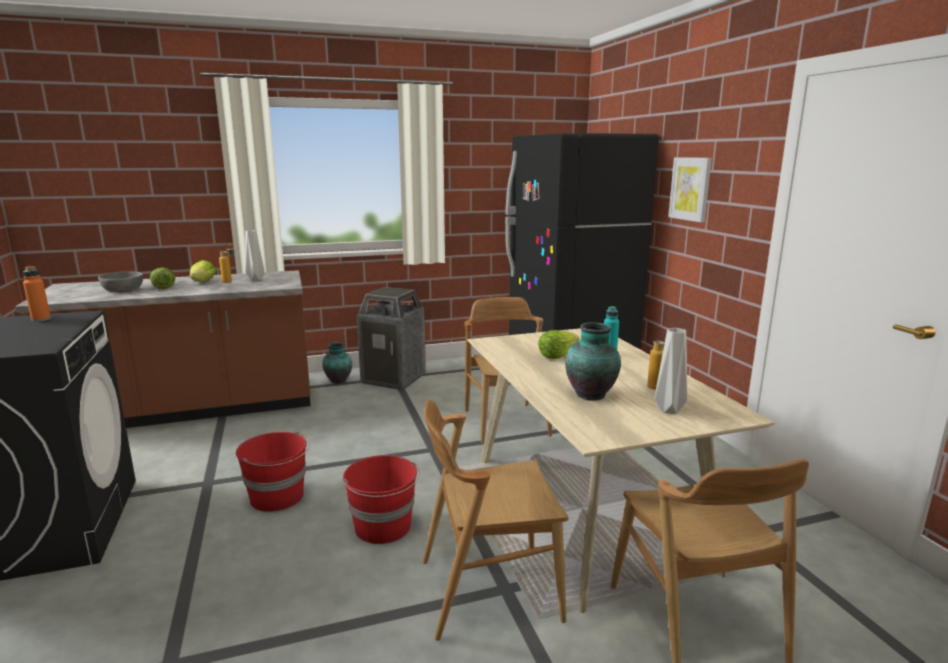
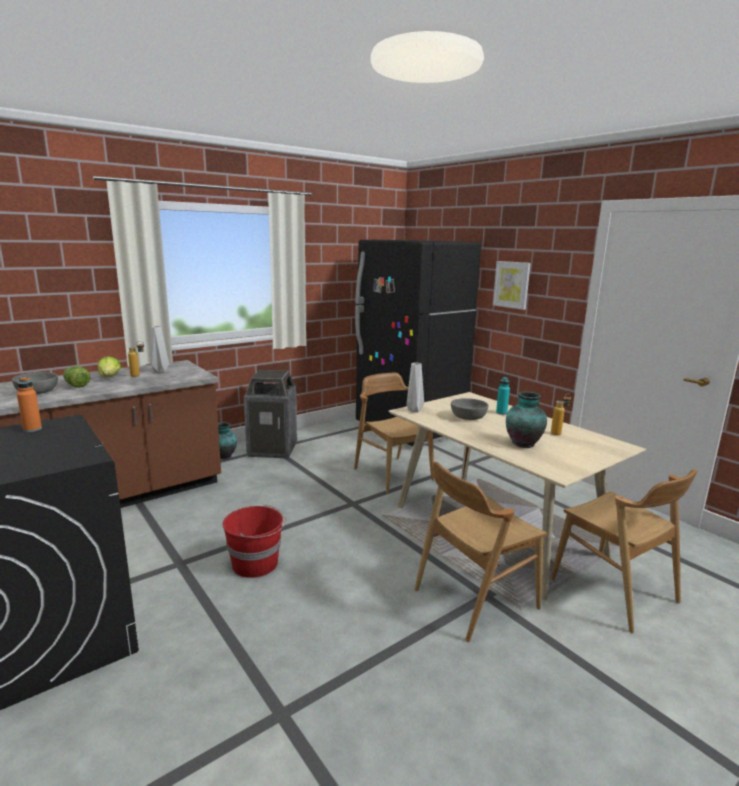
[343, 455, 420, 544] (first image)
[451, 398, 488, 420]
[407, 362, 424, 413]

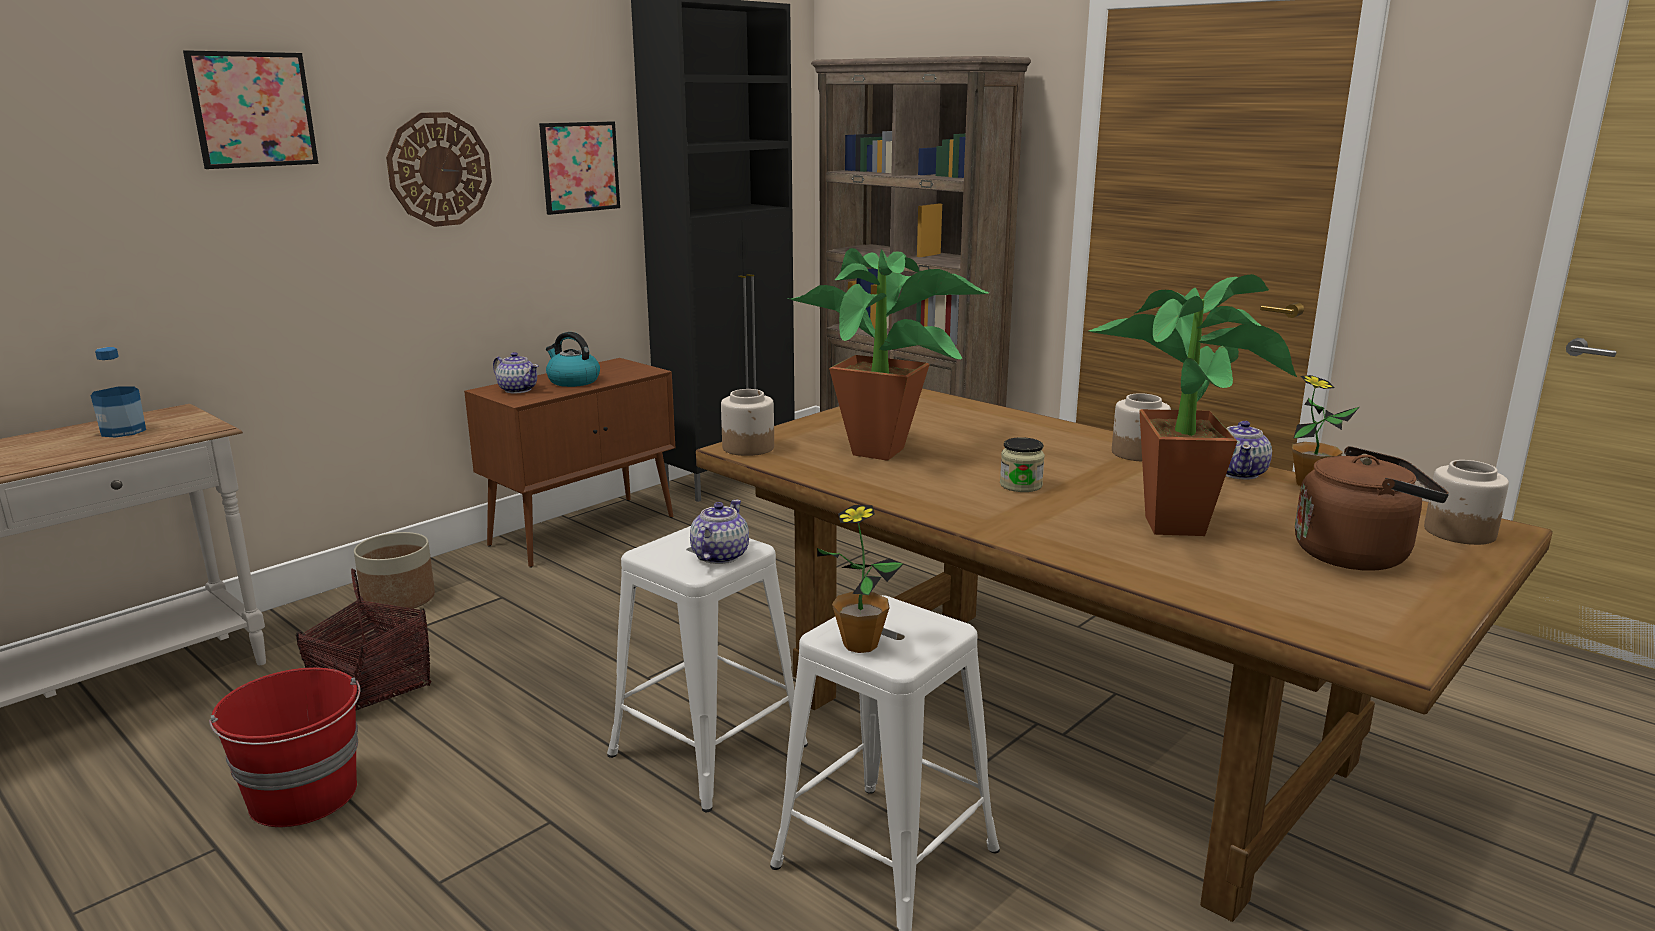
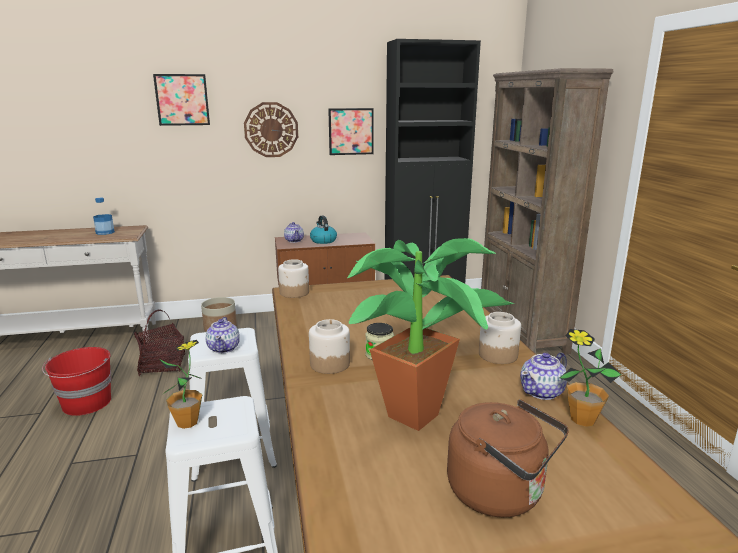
[206, 317, 240, 353]
[788, 248, 989, 461] (first image)
[309, 319, 350, 374]

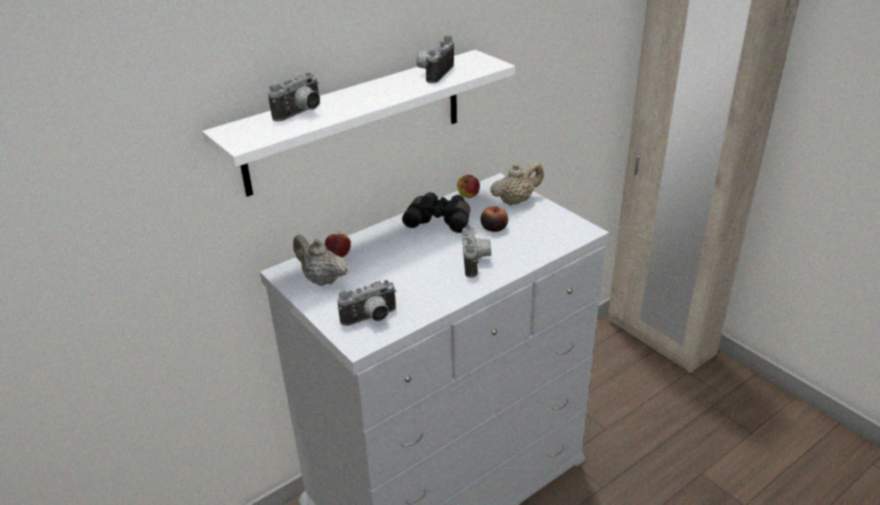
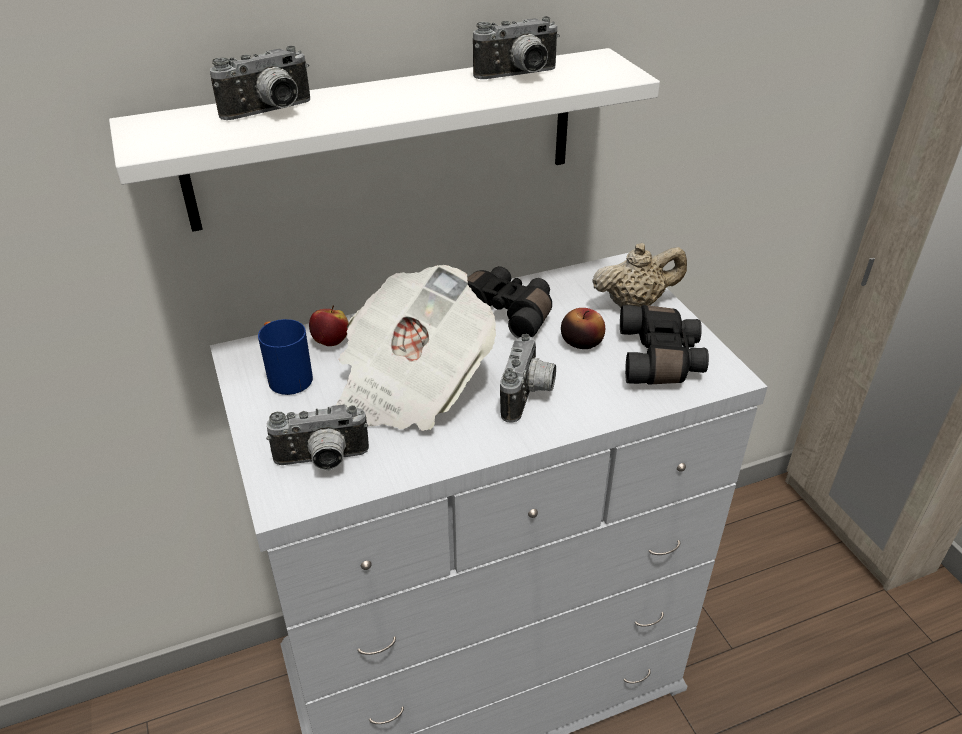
[258, 319, 313, 395]
[473, 16, 560, 79]
[457, 175, 480, 198] (first image)
[337, 265, 496, 431]
[620, 305, 709, 385]

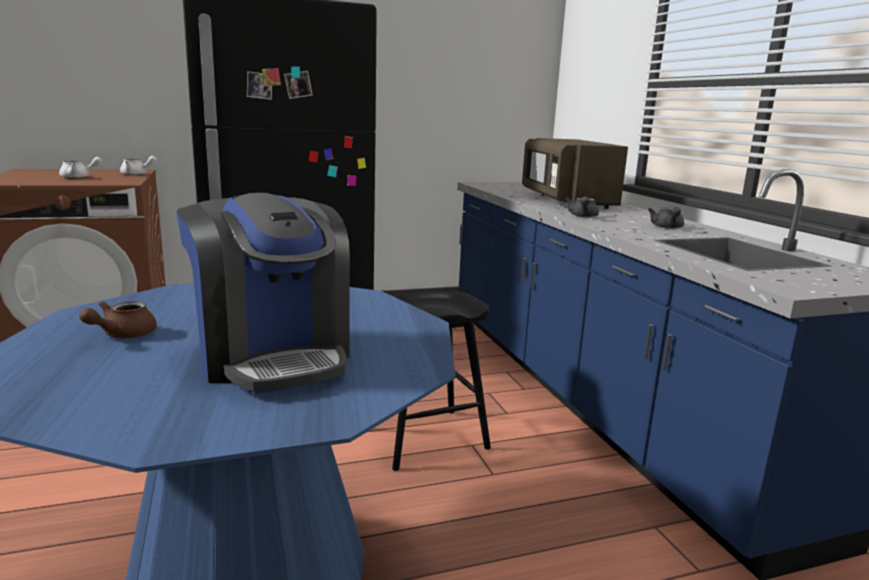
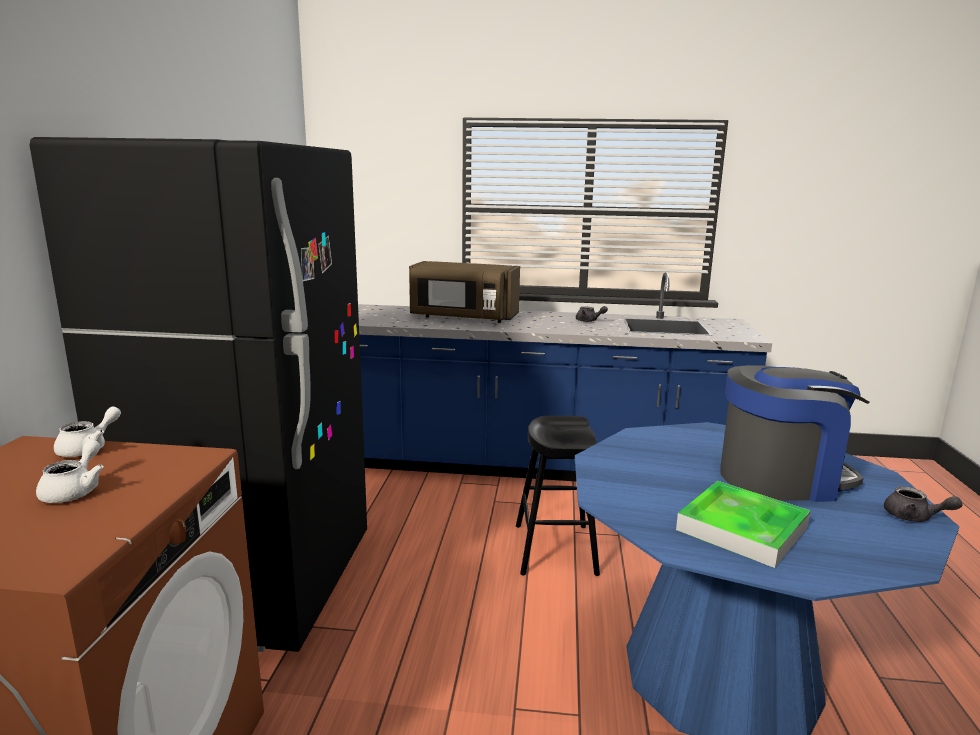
[676, 481, 811, 568]
[884, 487, 963, 522]

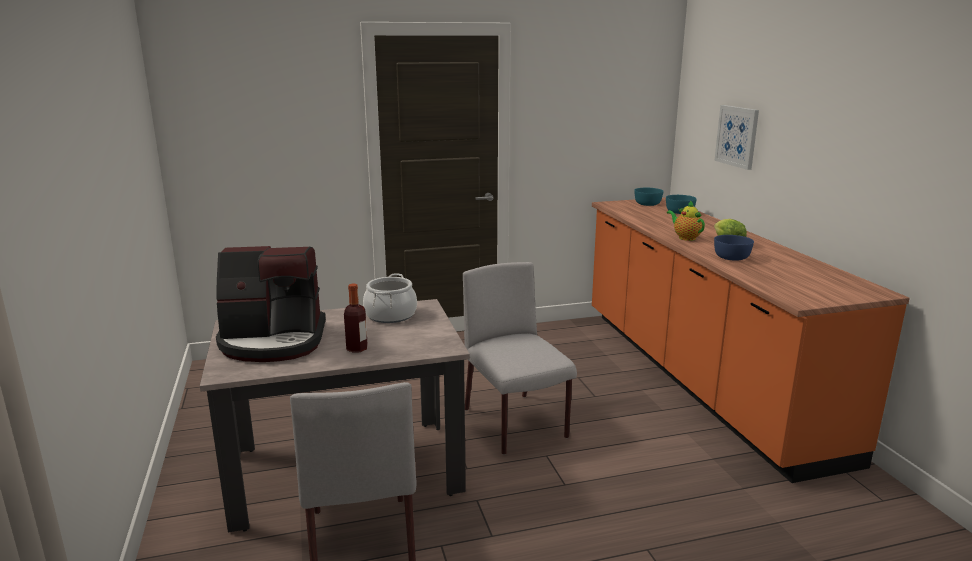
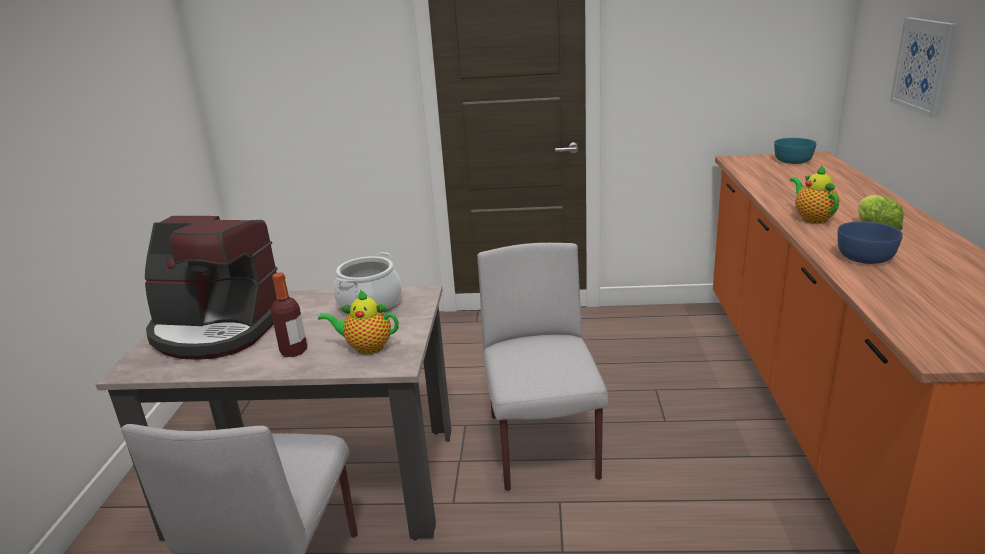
[666, 195, 697, 214] (first image)
[318, 290, 399, 355]

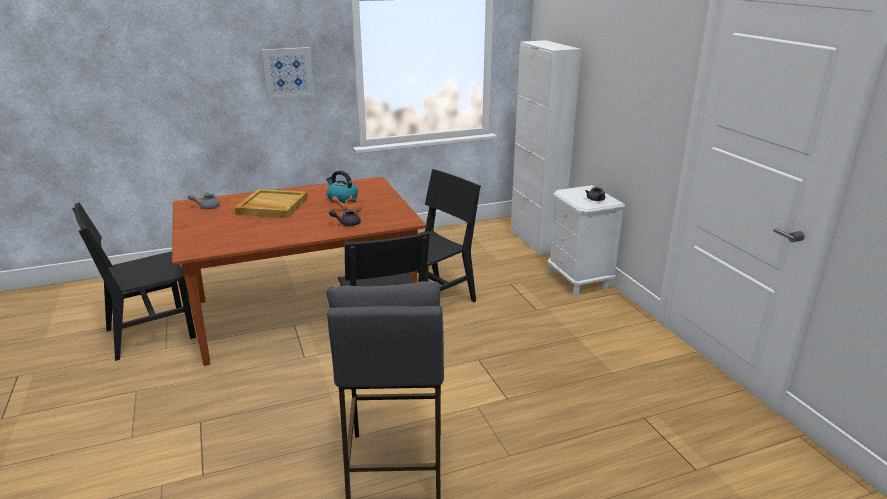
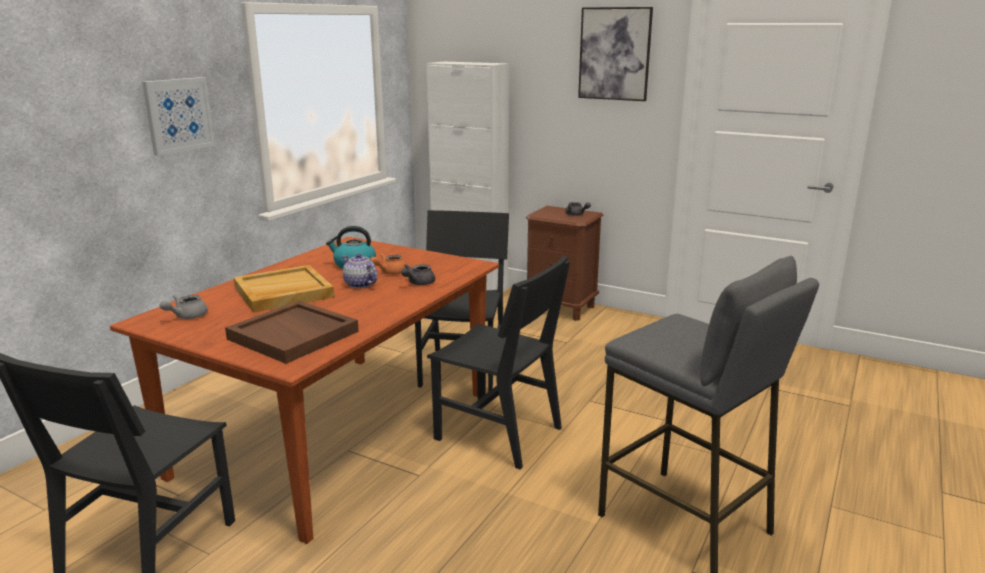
[526, 206, 603, 321]
[225, 301, 359, 364]
[342, 254, 378, 288]
[578, 7, 653, 101]

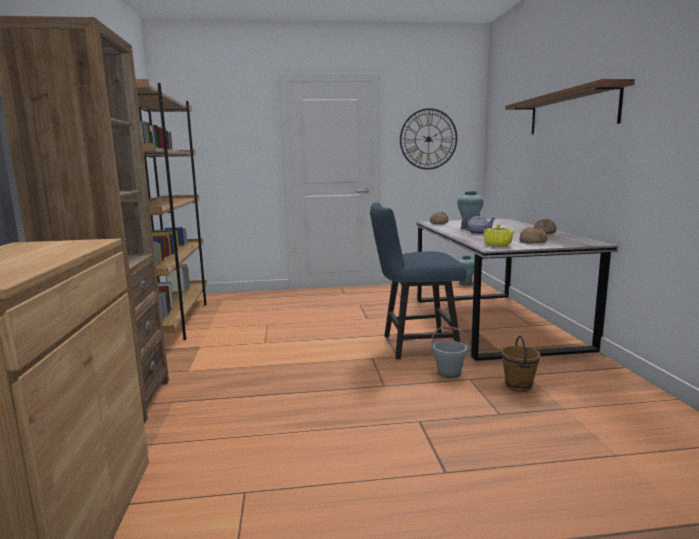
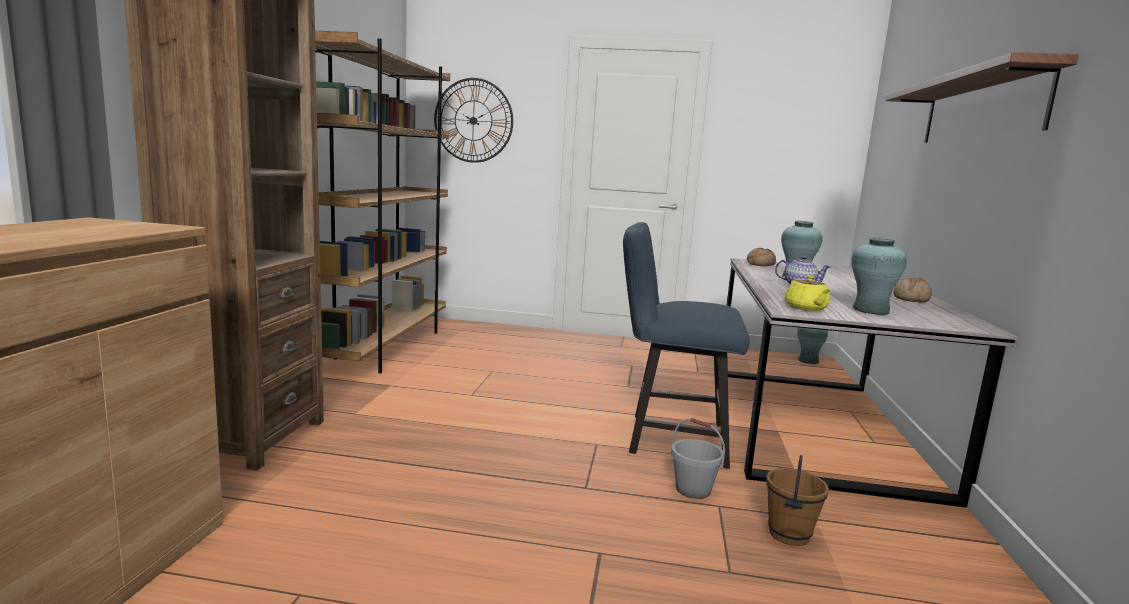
[434, 78, 513, 163]
[851, 238, 907, 315]

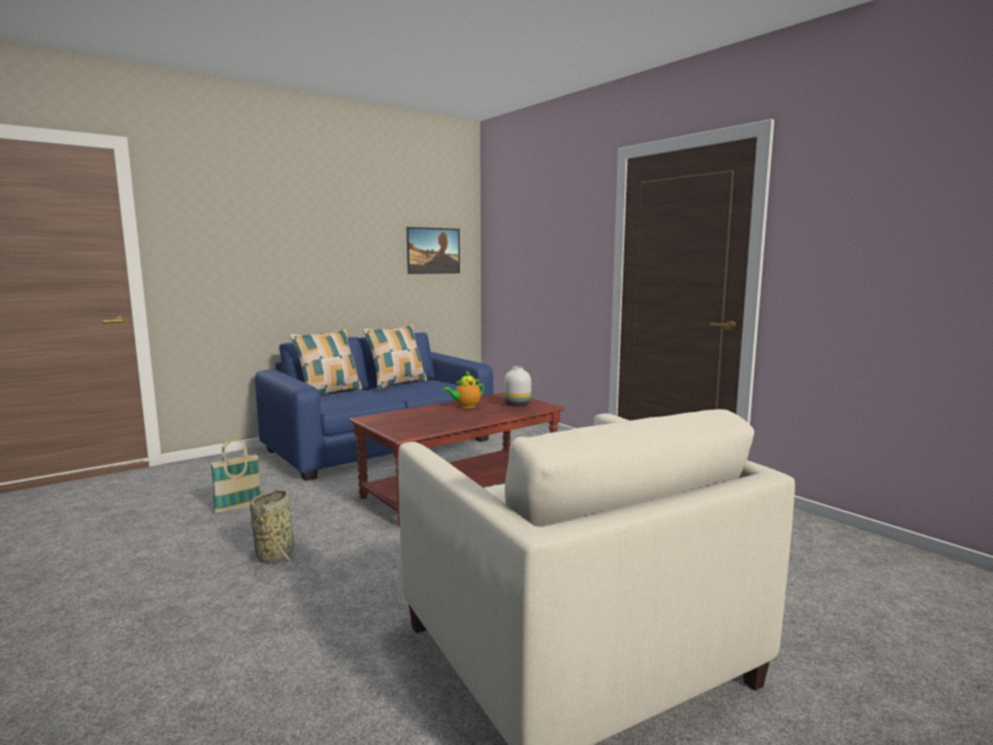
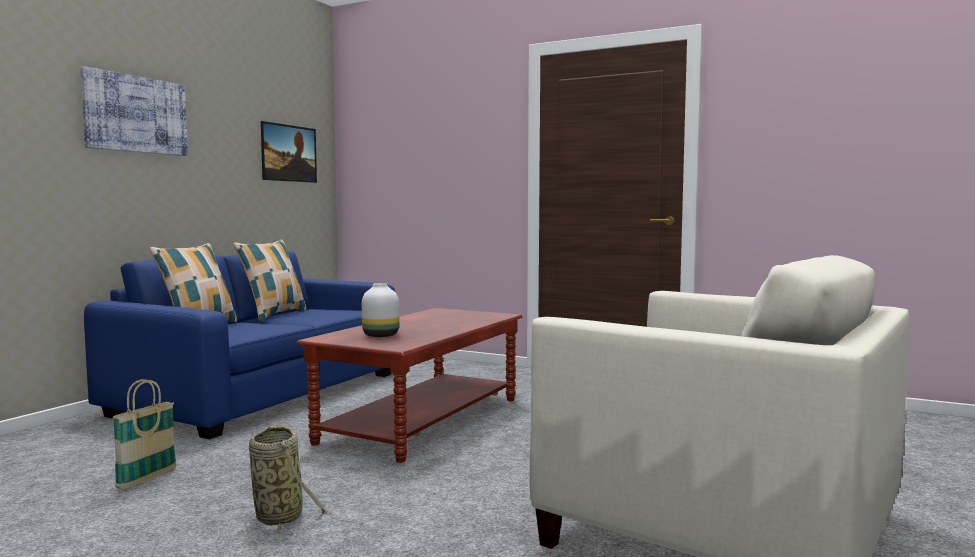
[443, 371, 484, 408] (first image)
[362, 283, 399, 337]
[80, 66, 188, 156]

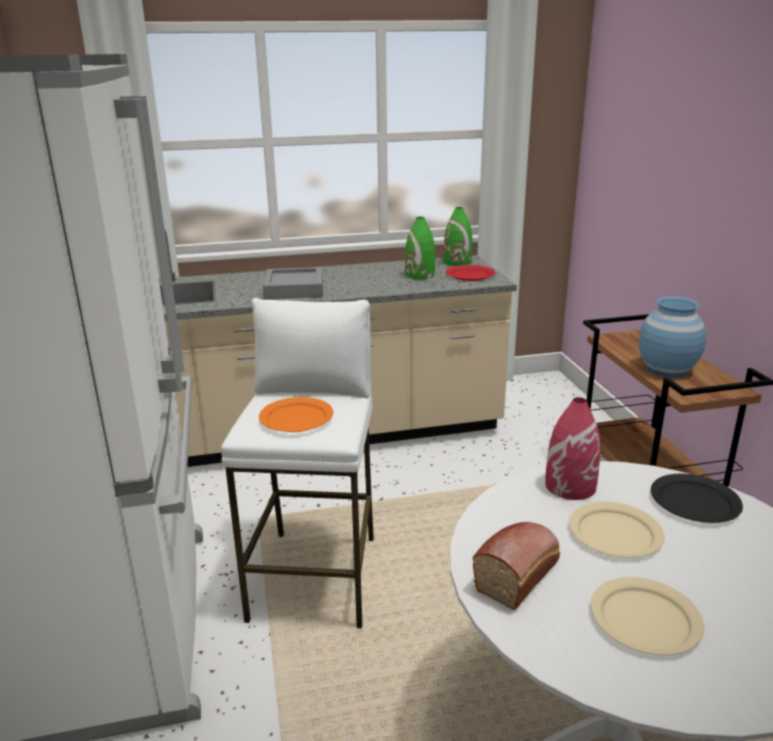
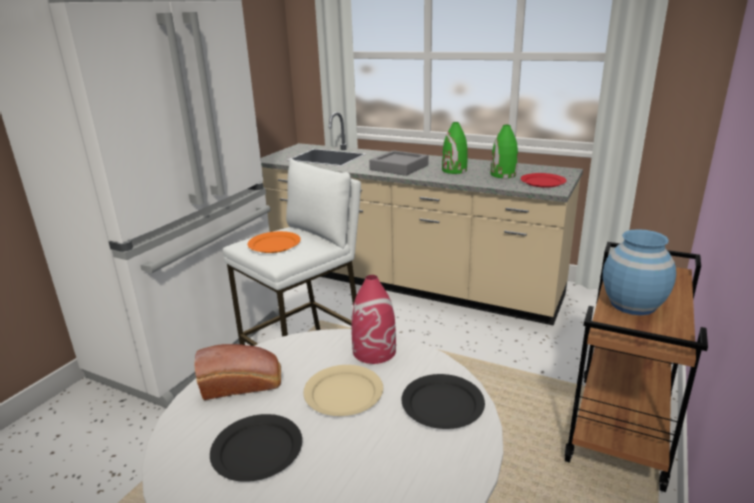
[442, 122, 468, 174]
[210, 414, 302, 482]

